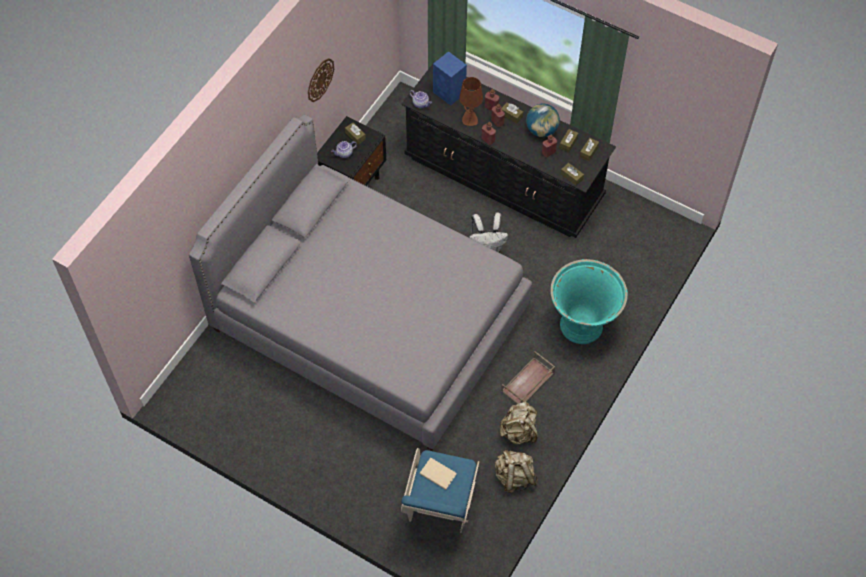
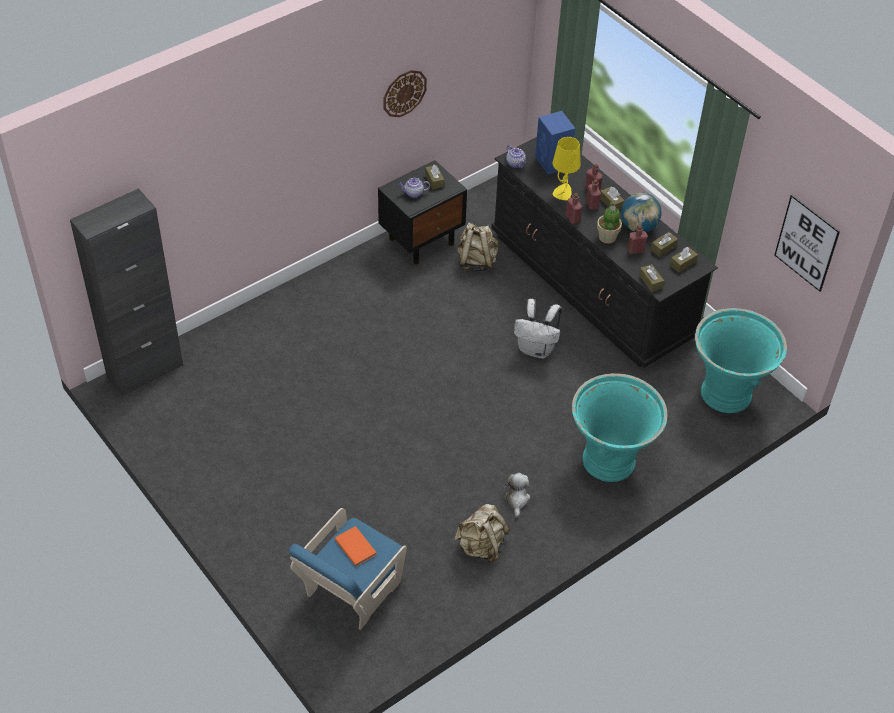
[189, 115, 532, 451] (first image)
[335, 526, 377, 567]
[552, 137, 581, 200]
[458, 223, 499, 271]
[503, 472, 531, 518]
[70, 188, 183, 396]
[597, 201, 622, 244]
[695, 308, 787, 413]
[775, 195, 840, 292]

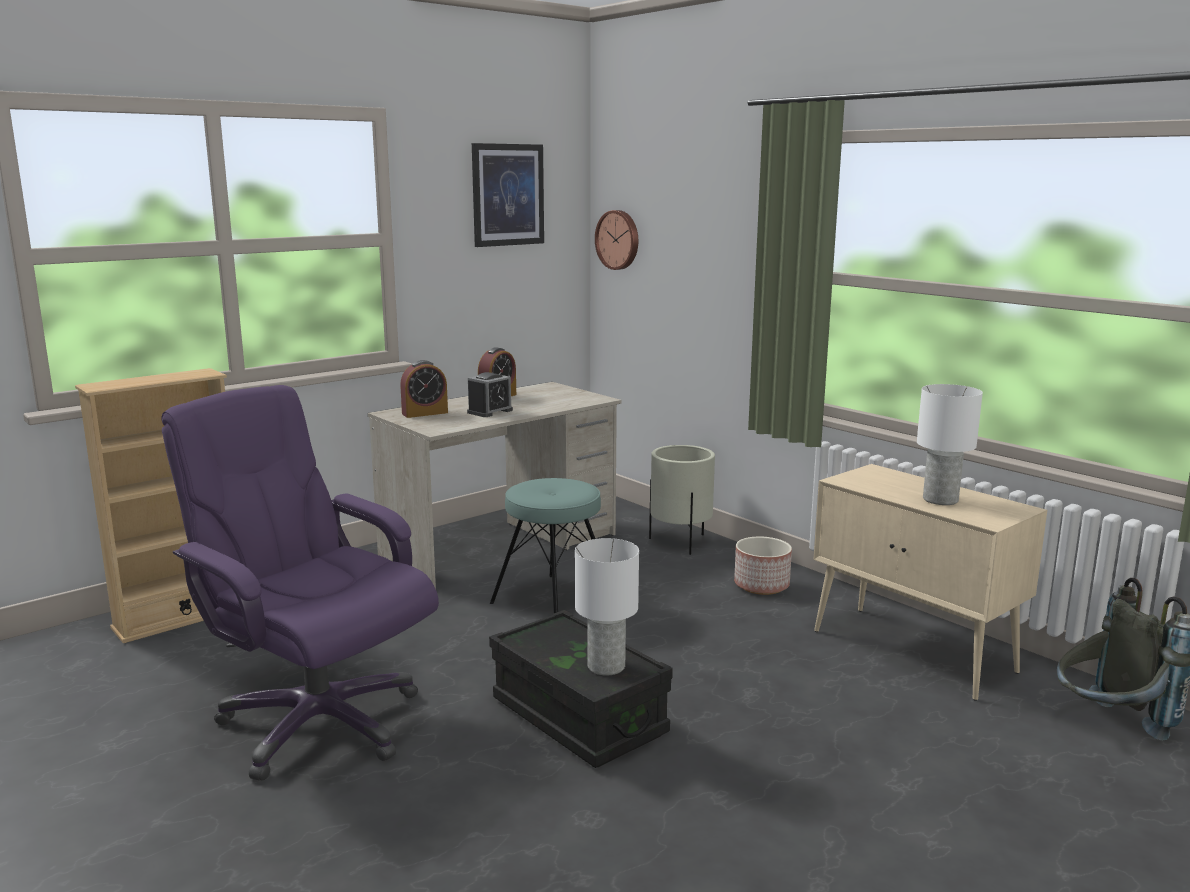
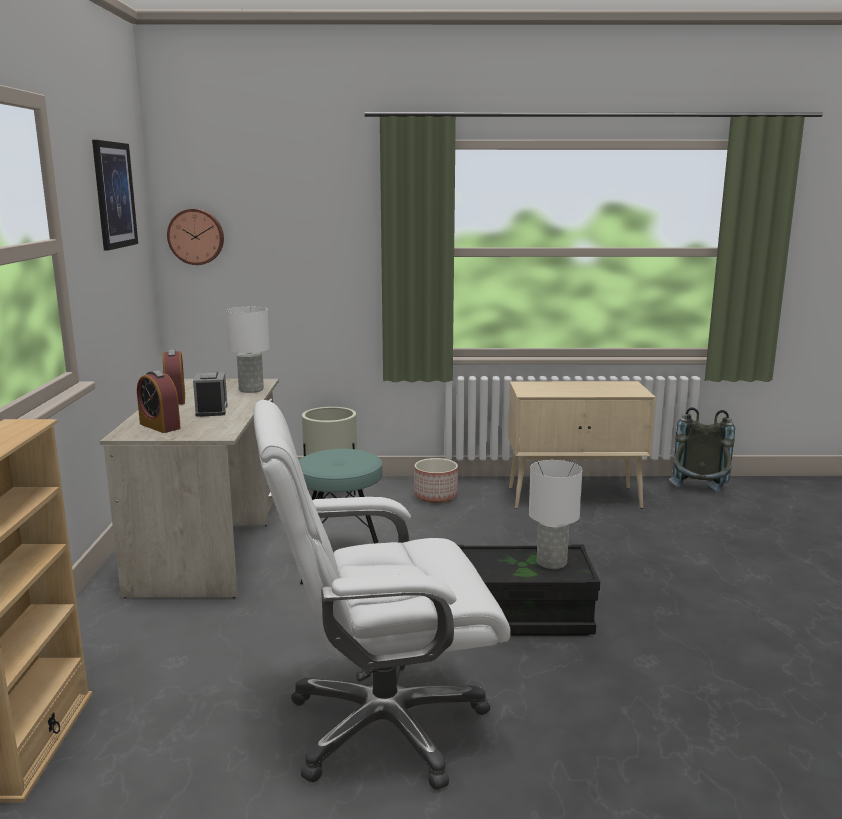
[254, 400, 511, 790]
[137, 370, 181, 433]
[226, 307, 270, 393]

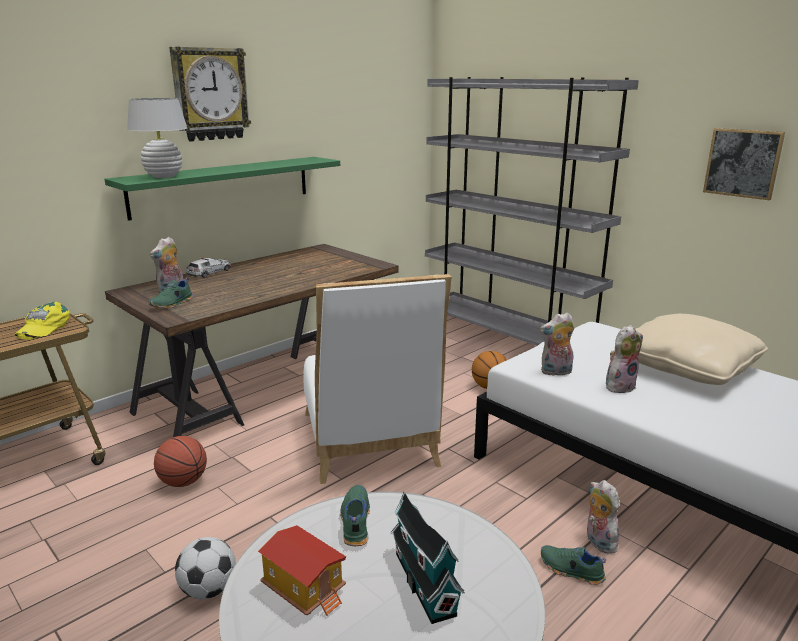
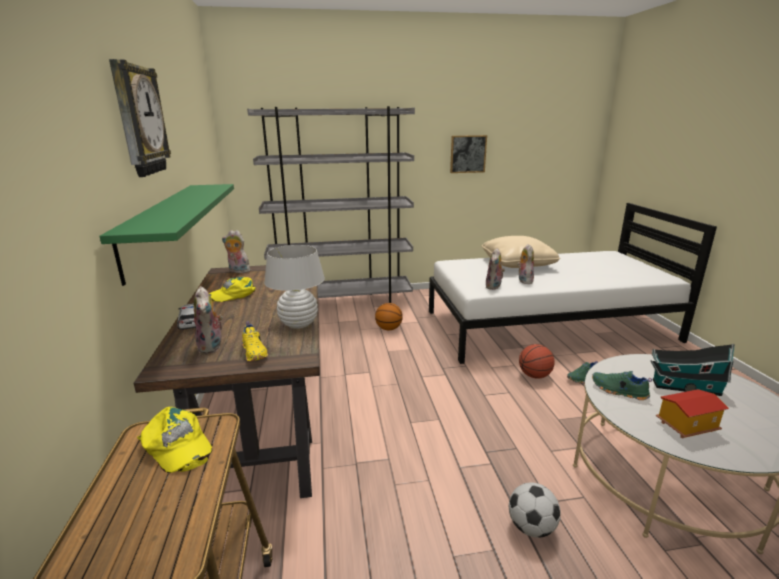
[264, 245, 325, 329]
[242, 321, 268, 362]
[519, 344, 555, 379]
[303, 274, 452, 484] (first image)
[222, 230, 250, 273]
[209, 277, 256, 302]

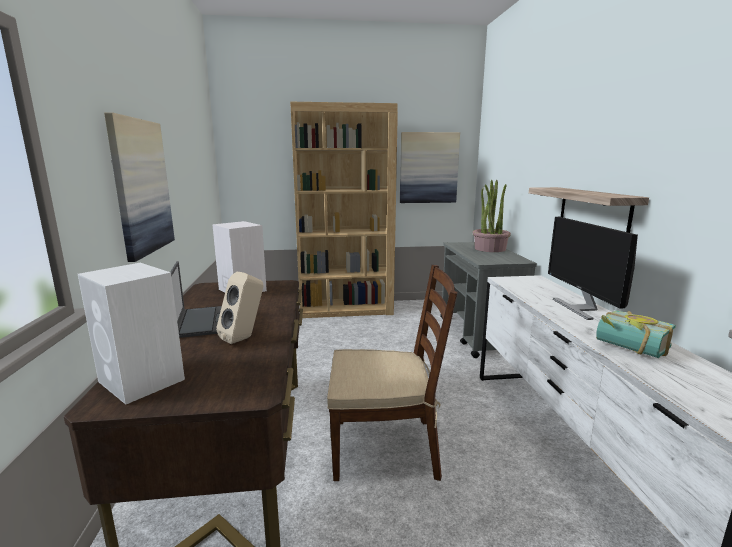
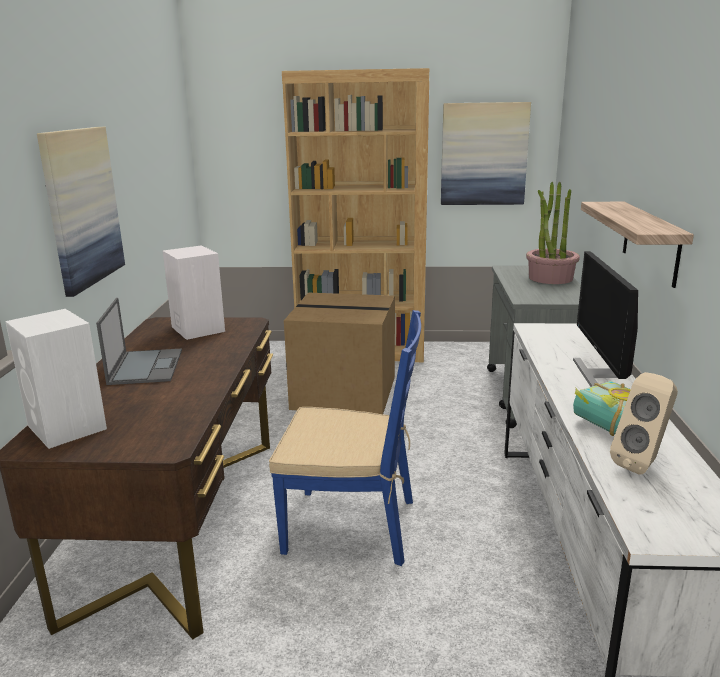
[610, 372, 678, 475]
[269, 310, 421, 566]
[284, 293, 395, 414]

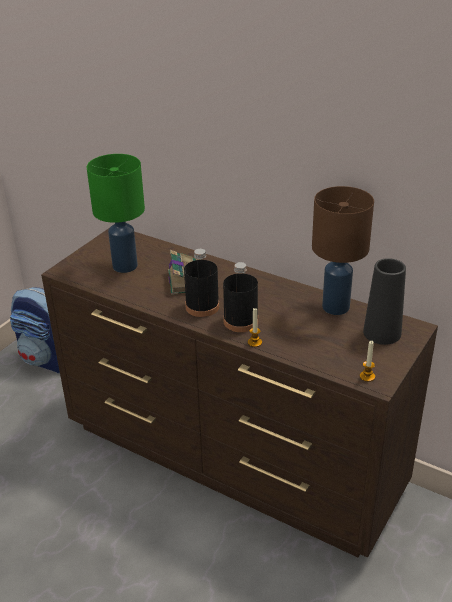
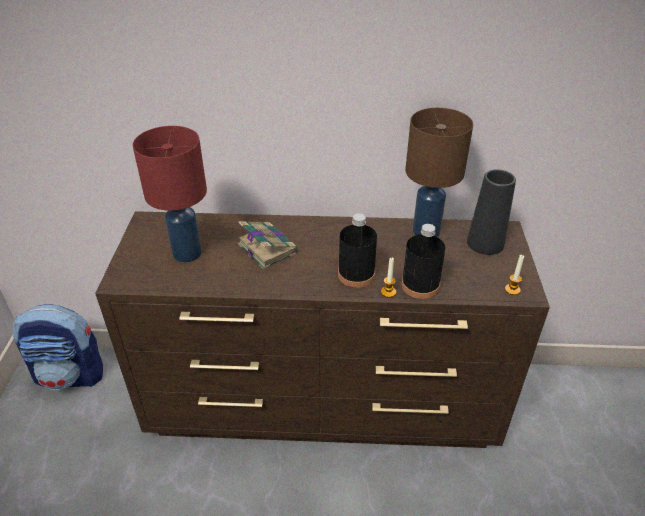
[133, 126, 207, 262]
[401, 224, 446, 299]

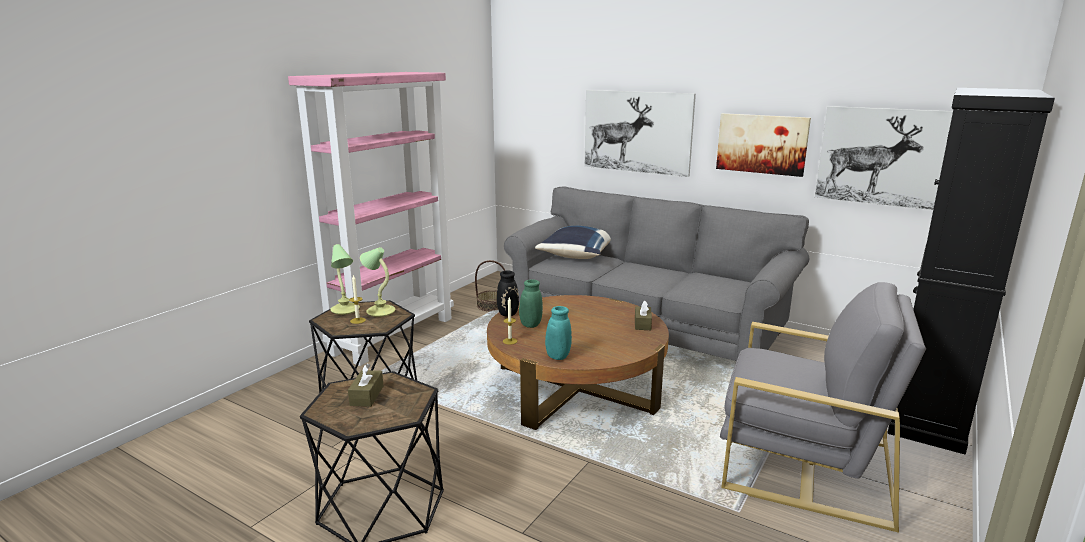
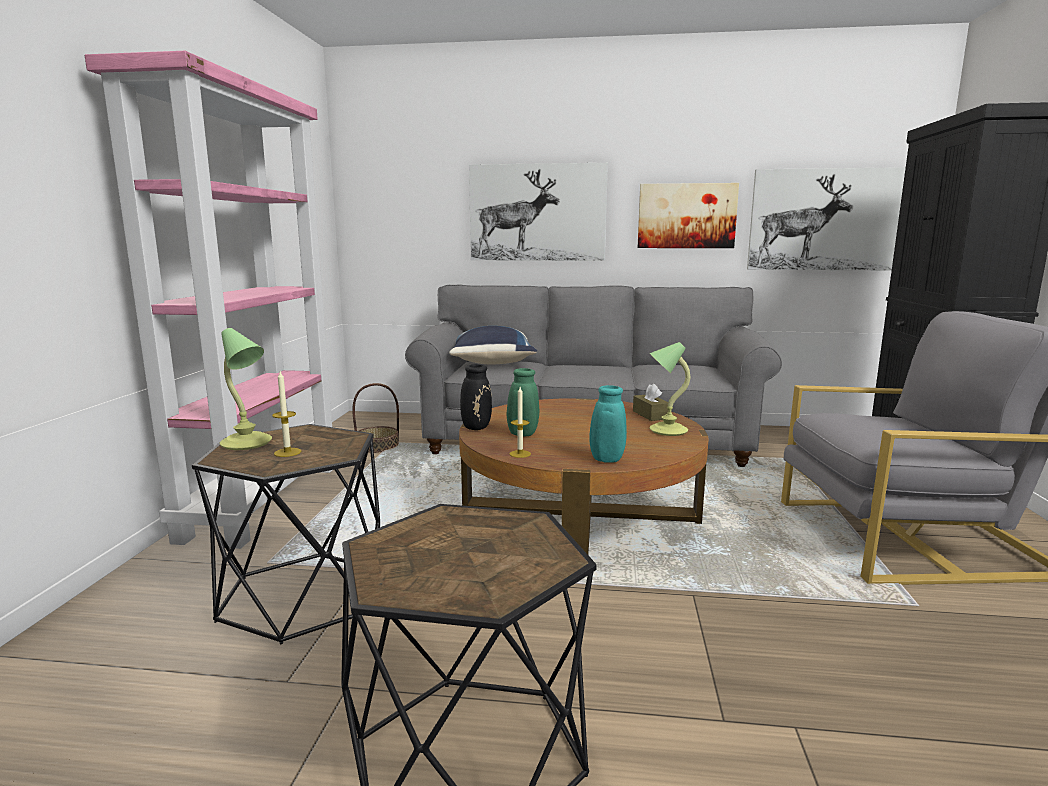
[348, 363, 383, 407] (first image)
[650, 342, 691, 436]

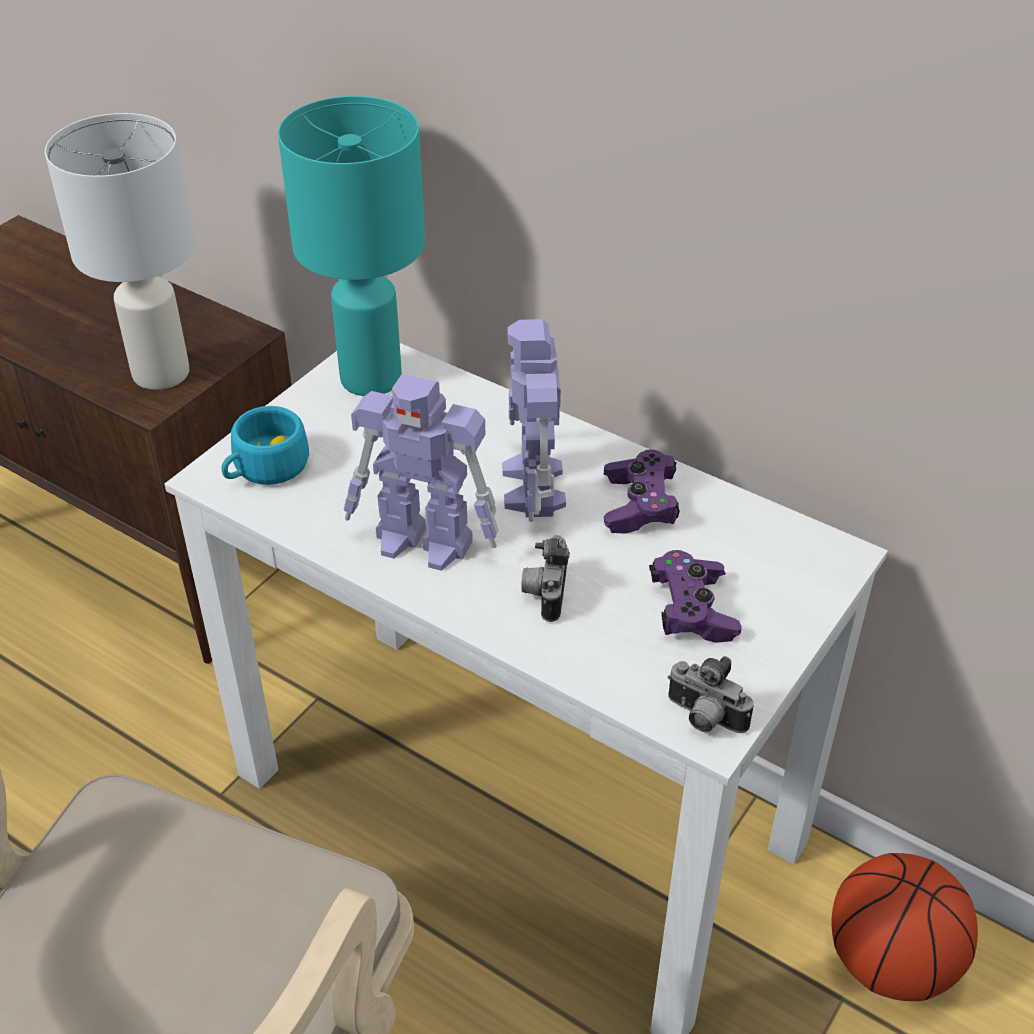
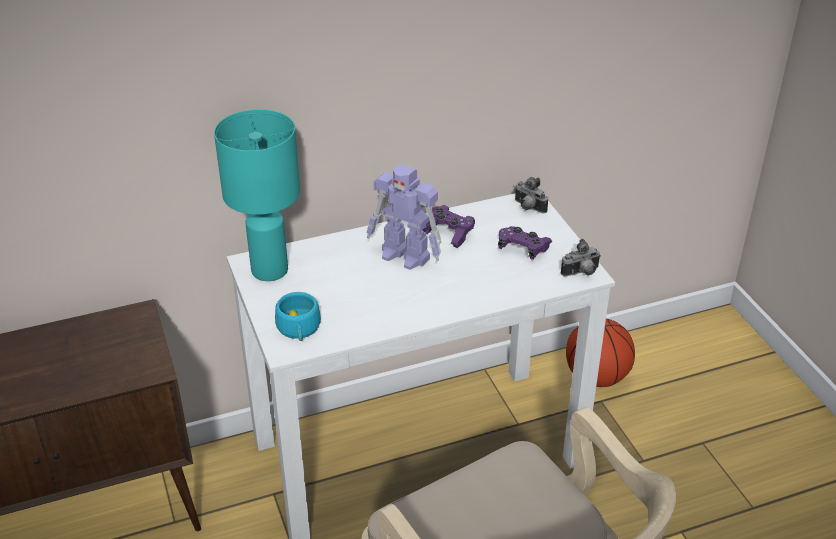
[45, 113, 195, 390] (first image)
[344, 374, 499, 571] (first image)
[515, 177, 548, 213]

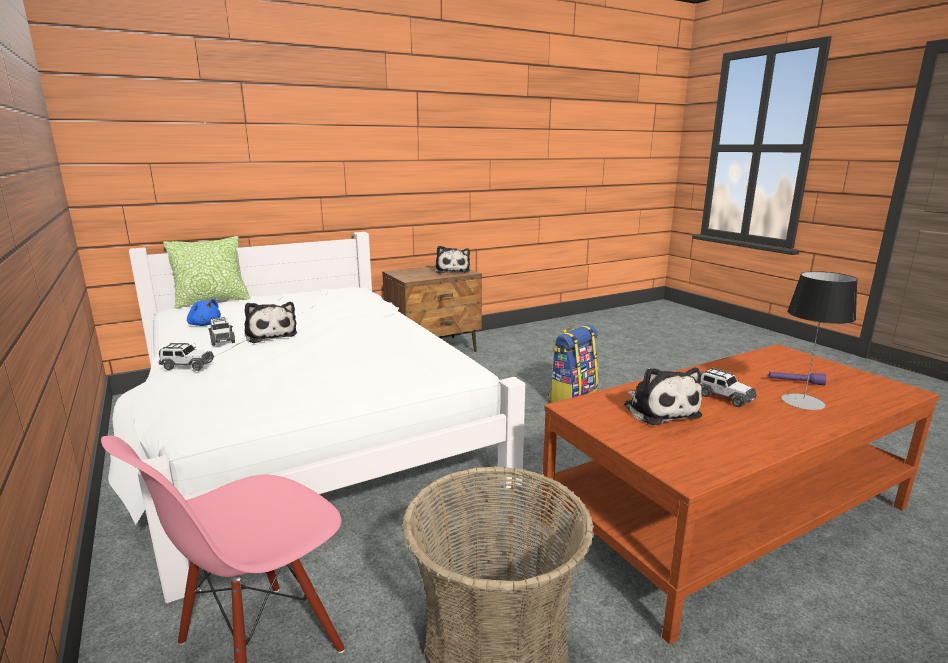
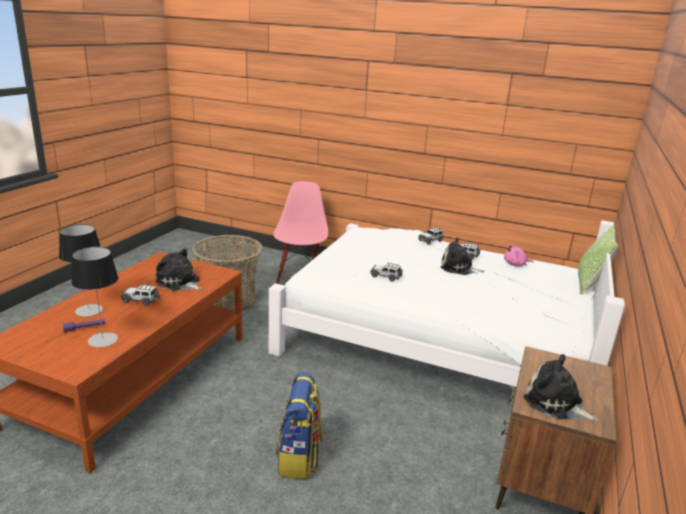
[504, 244, 533, 267]
[71, 247, 118, 347]
[370, 263, 403, 282]

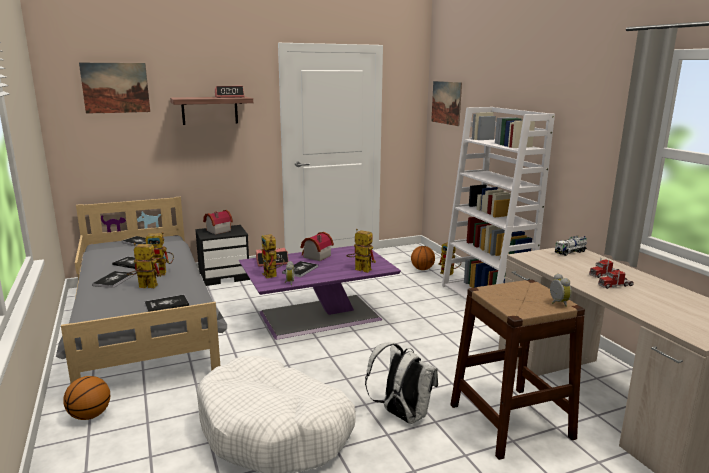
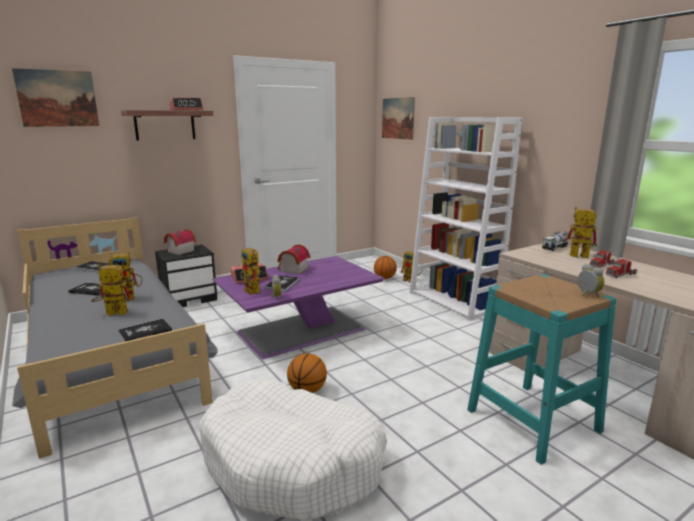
[287, 353, 327, 393]
[92, 271, 134, 288] (first image)
[562, 207, 597, 258]
[365, 342, 438, 424] (first image)
[467, 274, 617, 465]

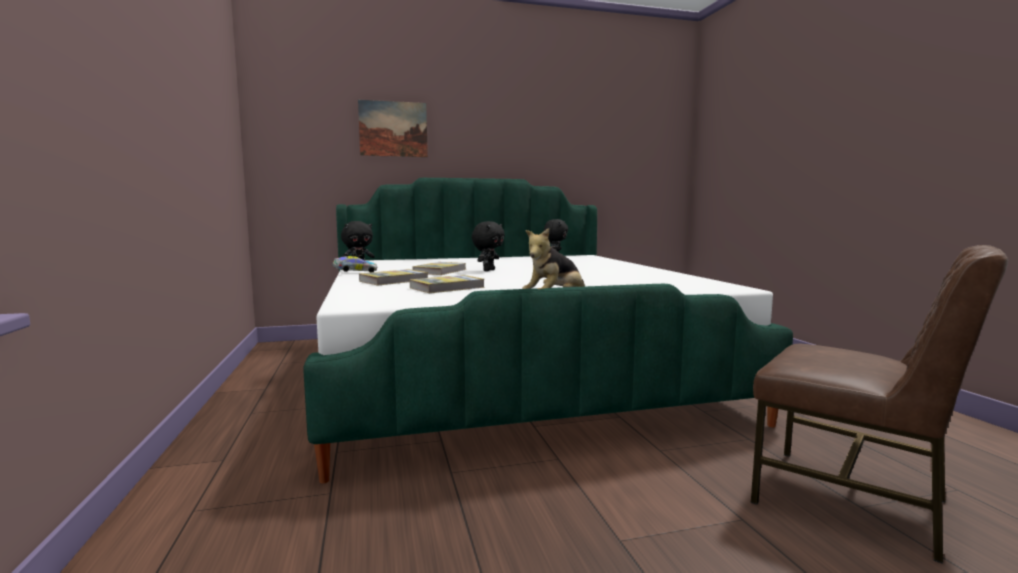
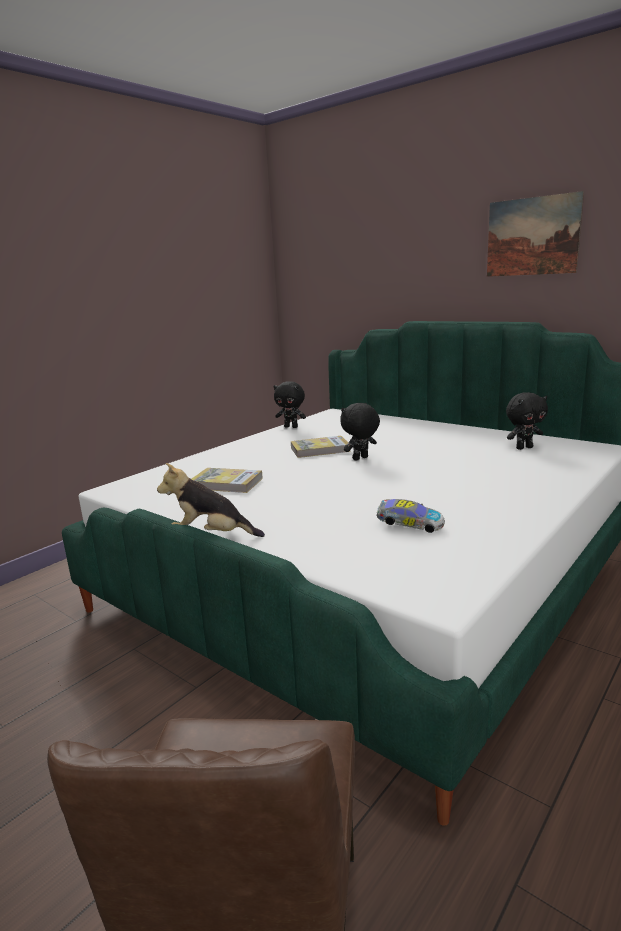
[376, 499, 445, 533]
[487, 191, 584, 277]
[359, 269, 429, 286] (first image)
[340, 403, 380, 461]

